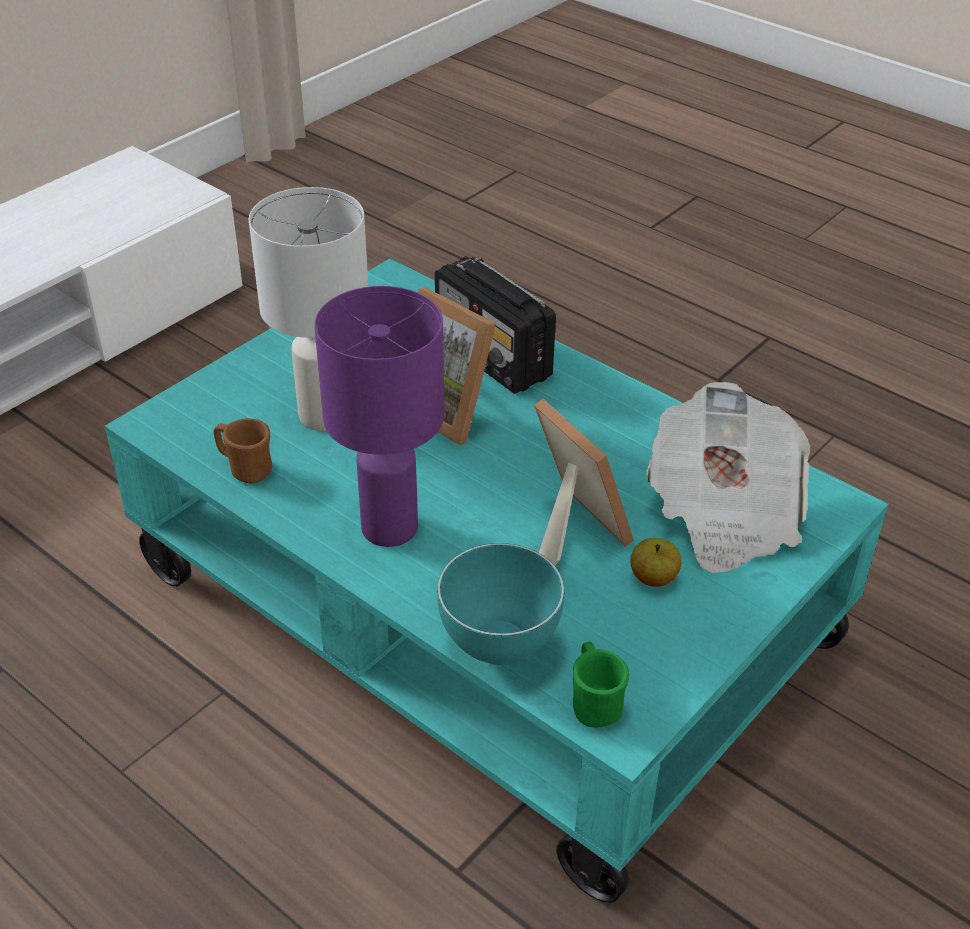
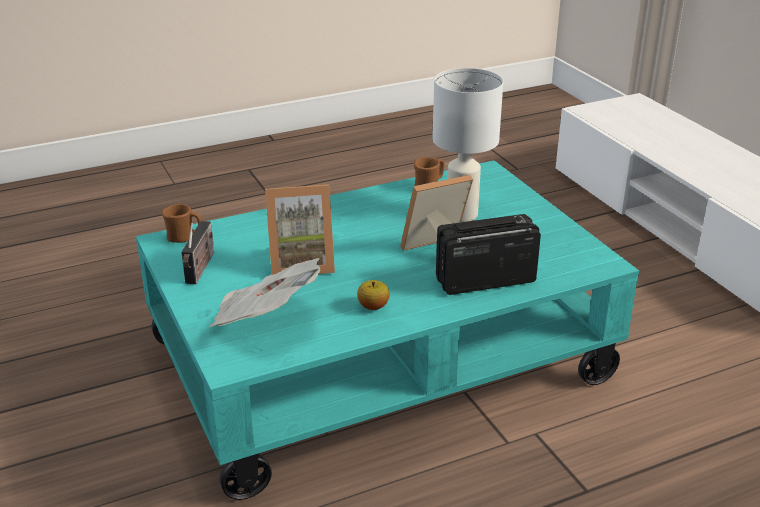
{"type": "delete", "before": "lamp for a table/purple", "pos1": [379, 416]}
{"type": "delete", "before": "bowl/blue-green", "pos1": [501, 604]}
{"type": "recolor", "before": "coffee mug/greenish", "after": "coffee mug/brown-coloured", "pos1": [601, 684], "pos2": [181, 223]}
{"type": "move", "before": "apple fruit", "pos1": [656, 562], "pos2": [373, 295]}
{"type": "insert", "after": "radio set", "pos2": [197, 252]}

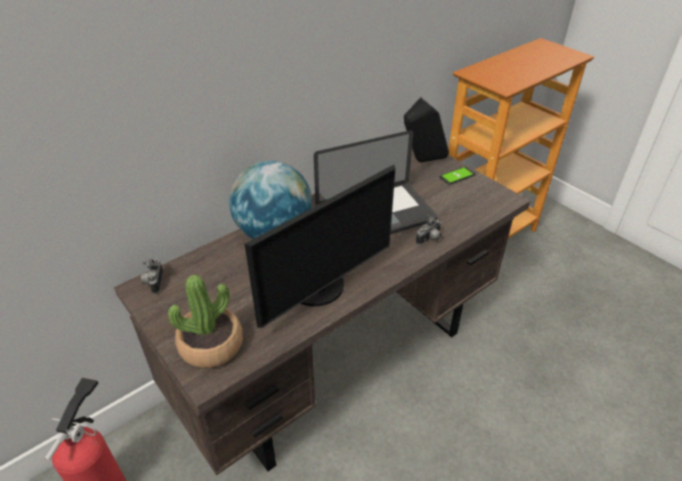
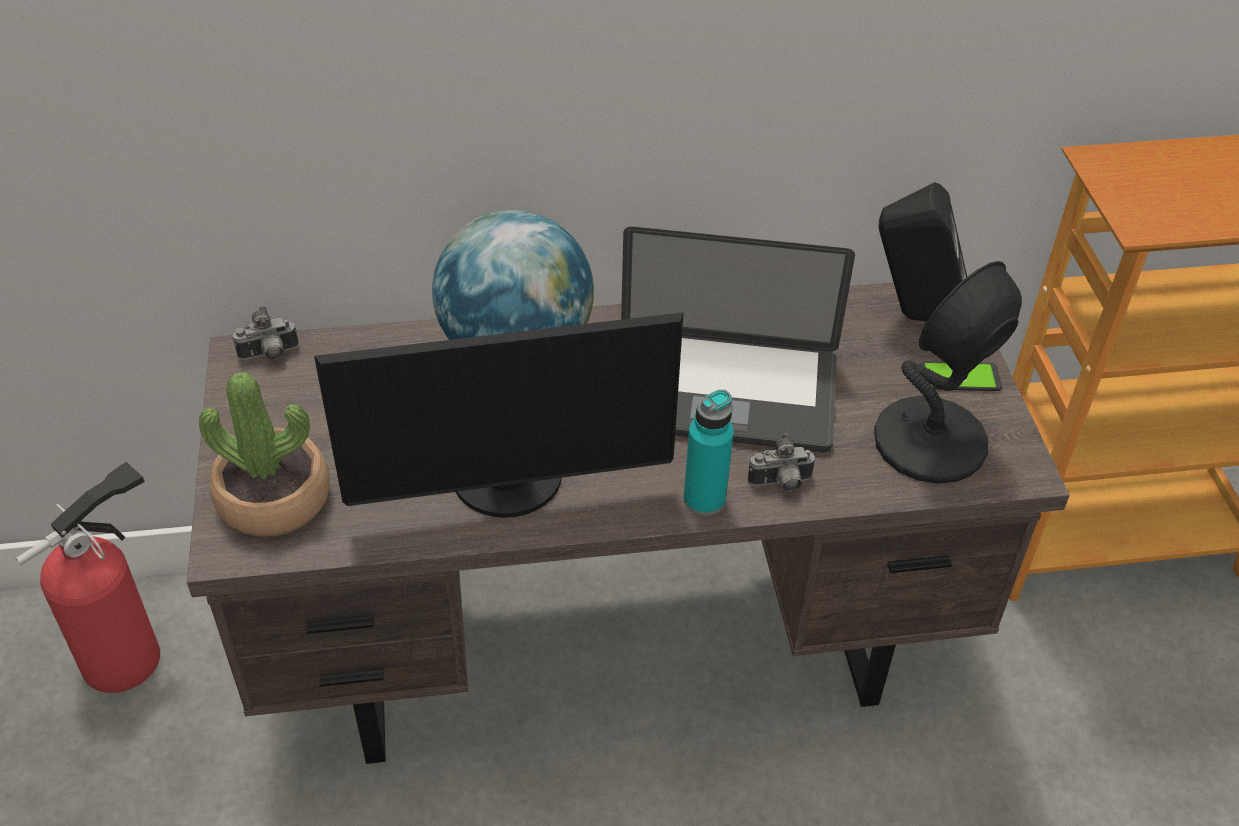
{"type": "rotate", "before": "photo camera", "pos1": [152, 276], "pos2": [266, 333], "turn": -135}
{"type": "insert", "after": "beverage bottle/blue-green", "pos2": [709, 452]}
{"type": "insert", "after": "lamp for a table/black", "pos2": [948, 372]}

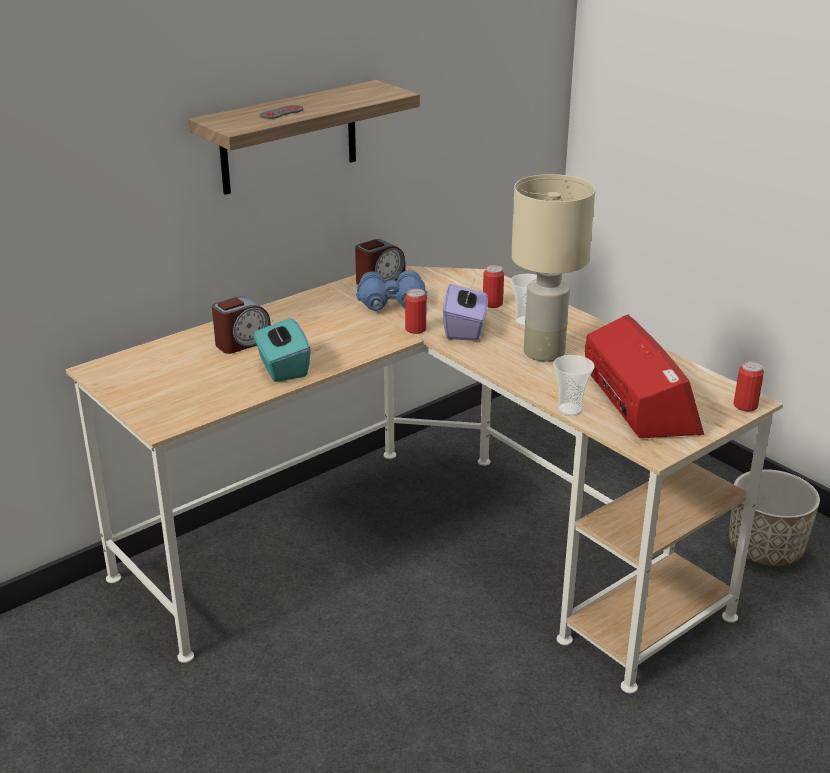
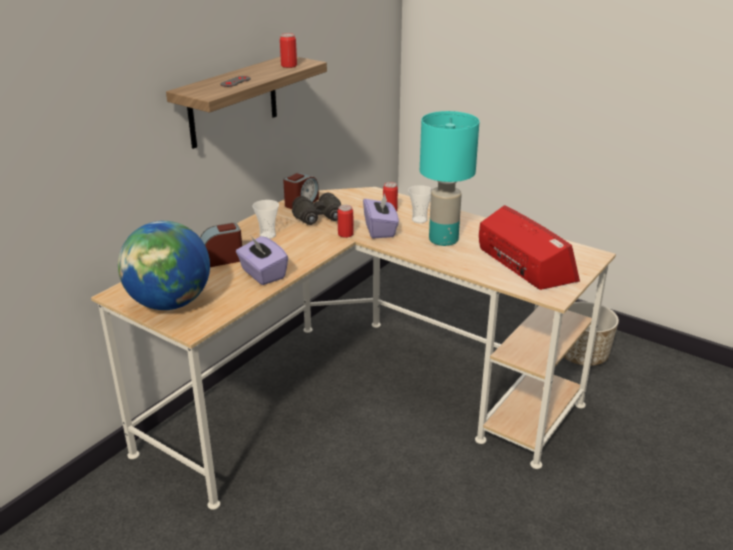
{"type": "rotate", "before": "table clock", "pos1": [241, 325], "pos2": [221, 245], "turn": -150}
{"type": "recolor", "before": "tissue box/blue-green", "after": "tissue box/purple", "pos1": [282, 349], "pos2": [262, 260]}
{"type": "recolor", "before": "pair of binoculars/blue-coloured", "after": "pair of binoculars/black", "pos1": [392, 290], "pos2": [316, 209]}
{"type": "recolor", "before": "lamp for a table/sand-coloured", "after": "lamp for a table/blue-green", "pos1": [553, 268], "pos2": [450, 178]}
{"type": "move", "before": "cup", "pos1": [574, 385], "pos2": [265, 219]}
{"type": "move", "before": "can", "pos1": [748, 386], "pos2": [288, 50]}
{"type": "insert", "after": "world globe", "pos2": [164, 265]}

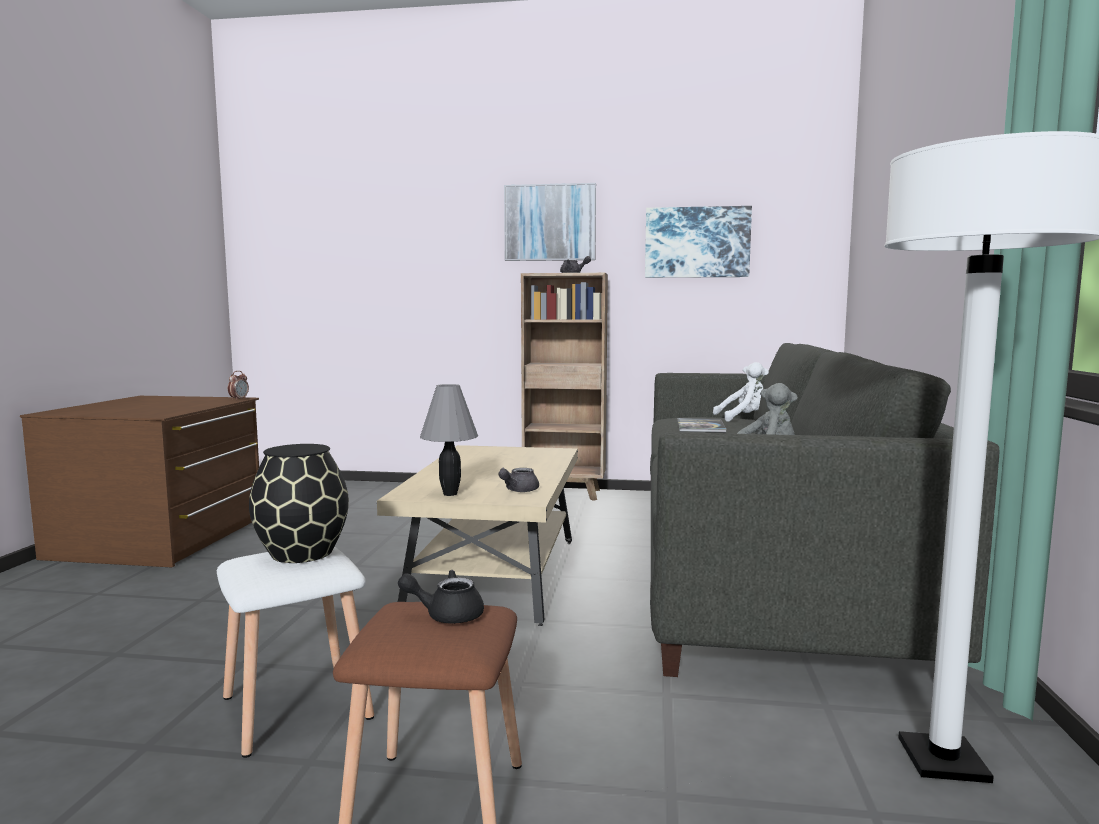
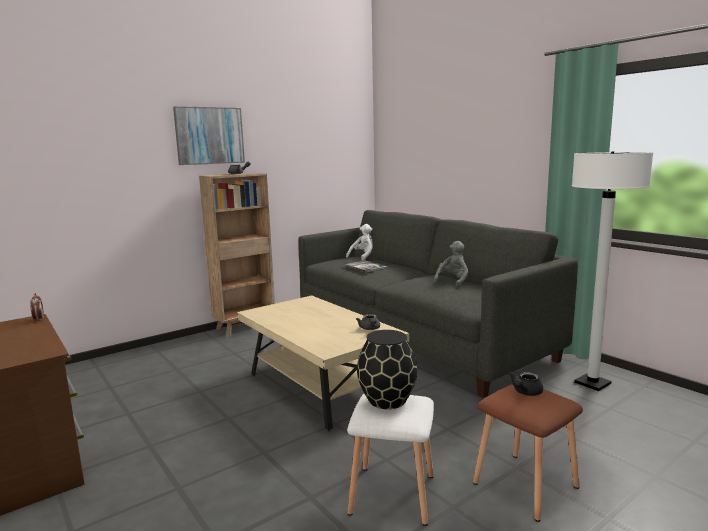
{"type": "delete", "before": "lamp for a table/gray", "pos1": [449, 440]}
{"type": "delete", "before": "wall art", "pos1": [698, 242]}

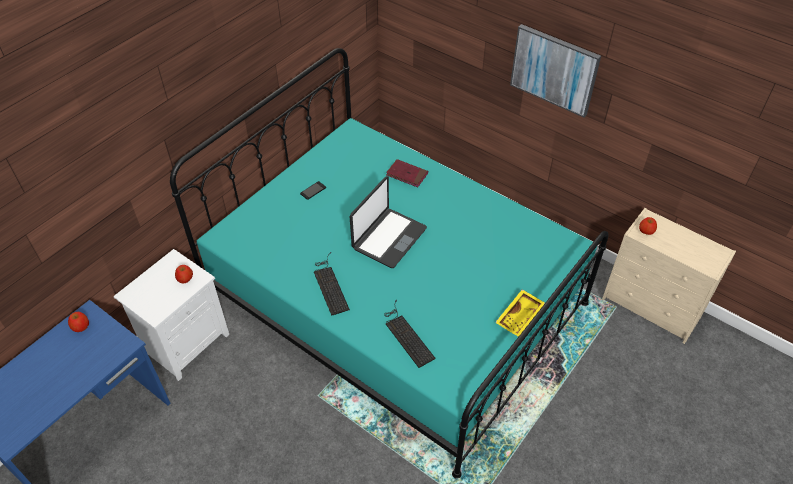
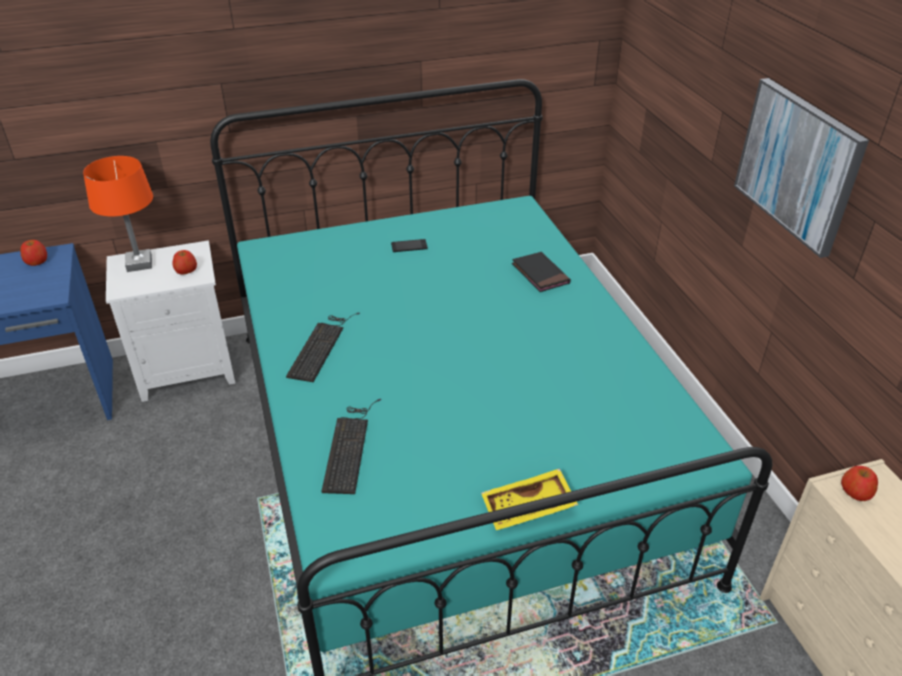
{"type": "delete", "before": "laptop", "pos1": [388, 222]}
{"type": "recolor", "before": "book/reddish", "after": "book/black", "pos1": [407, 173], "pos2": [541, 272]}
{"type": "insert", "after": "lamp for a table/orange-coloured", "pos2": [118, 214]}

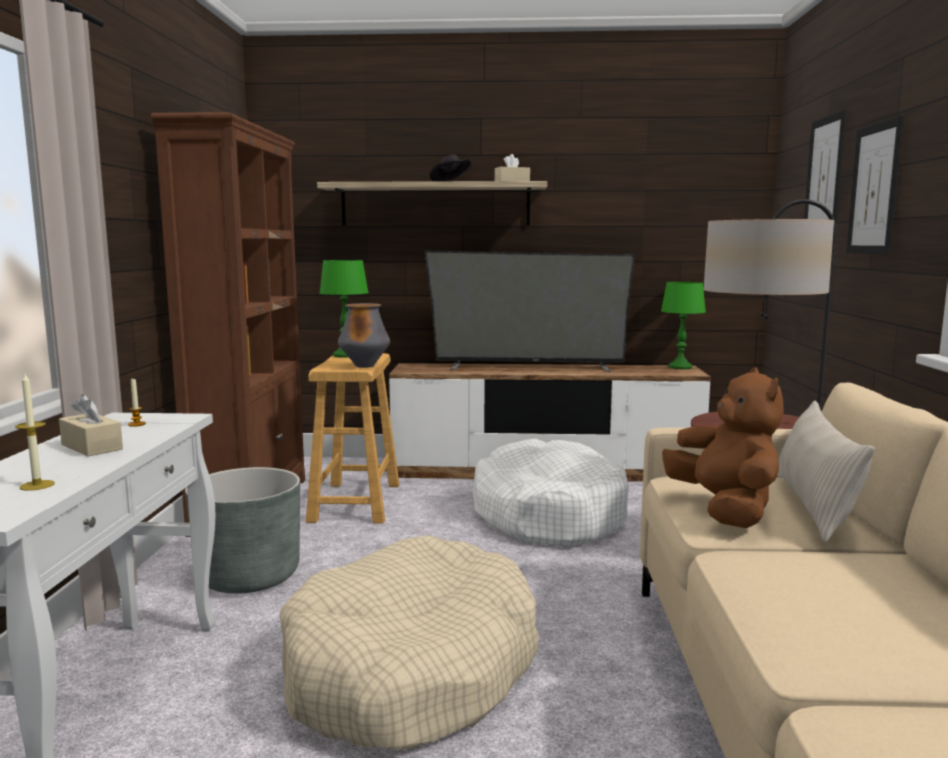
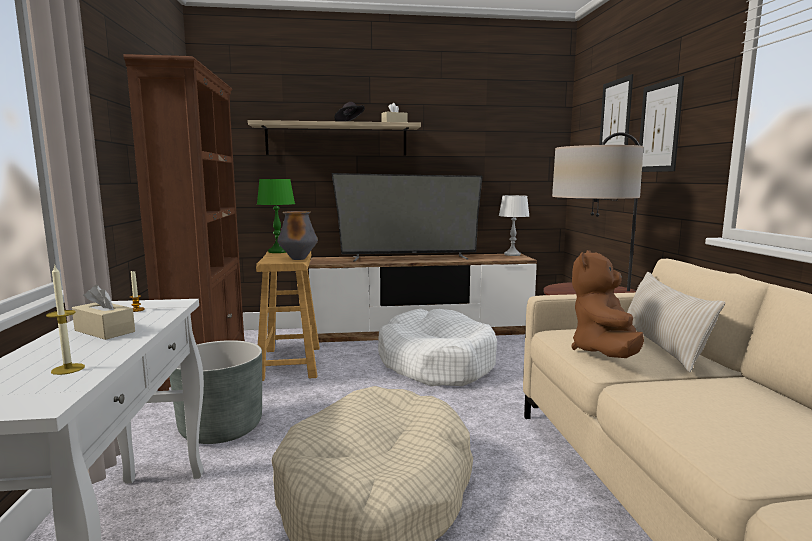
{"type": "recolor", "before": "lamp for a table/greenish", "after": "lamp for a table/white", "pos1": [683, 325], "pos2": [514, 225]}
{"type": "rotate", "before": "cuddly toy/brown-coloured", "pos1": [723, 448], "pos2": [607, 304], "turn": -135}

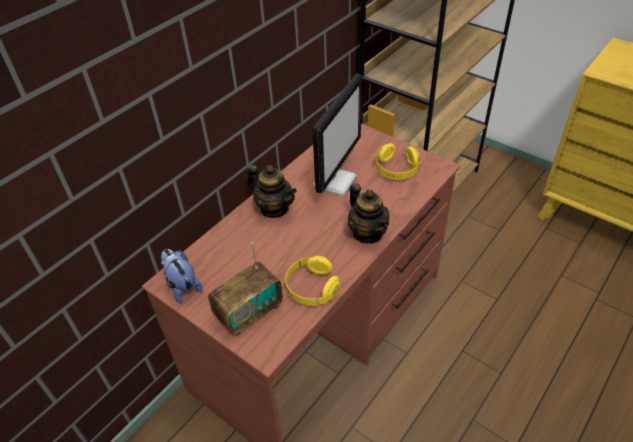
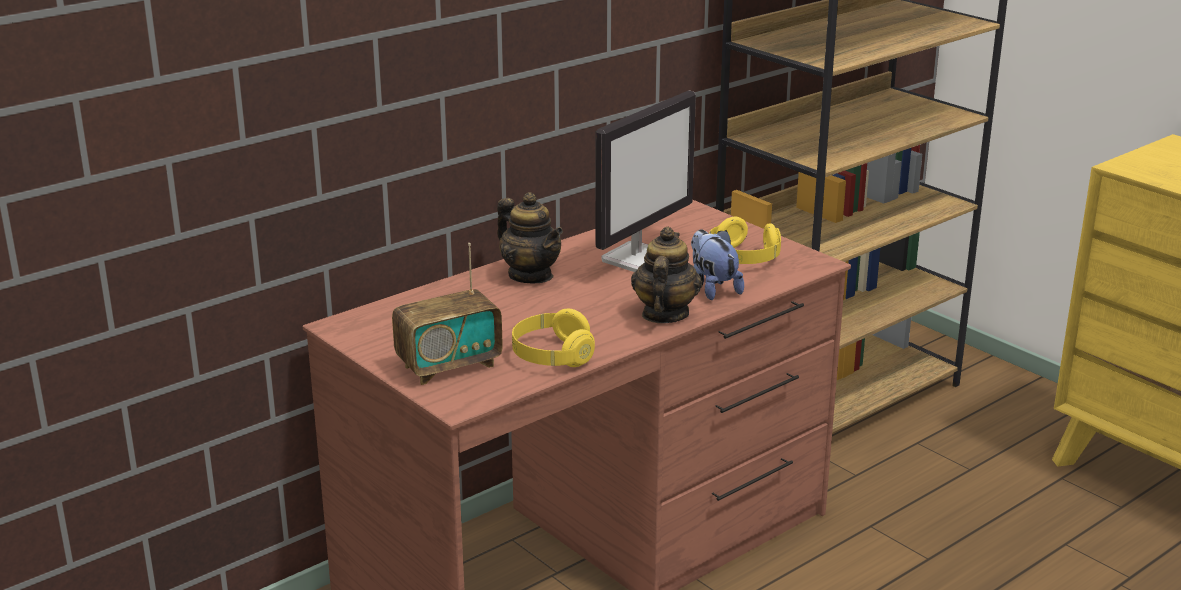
{"type": "move", "before": "cuddly toy", "pos1": [182, 276], "pos2": [717, 264]}
{"type": "rotate", "before": "pot for tea", "pos1": [369, 213], "pos2": [666, 275], "turn": -150}

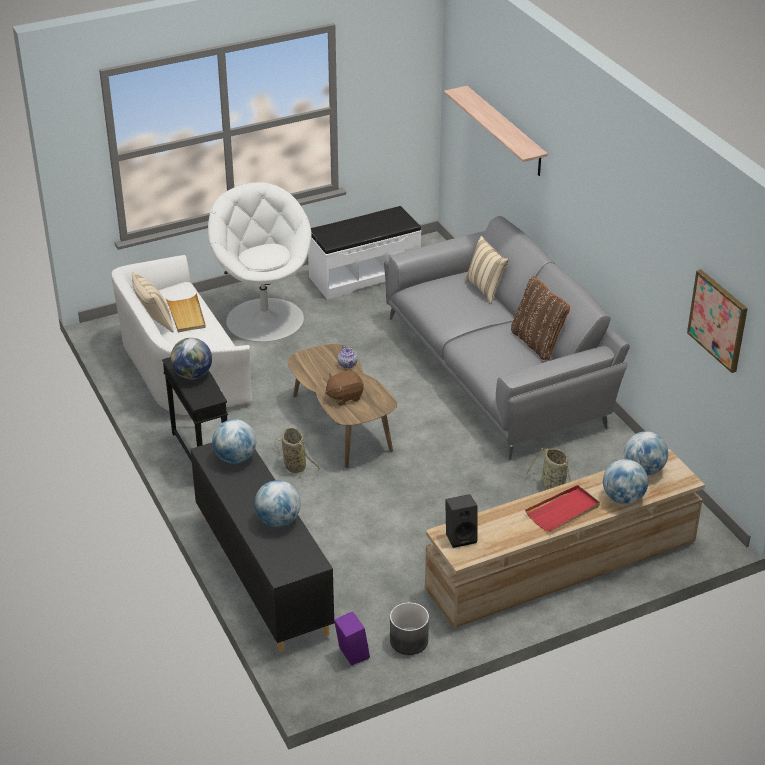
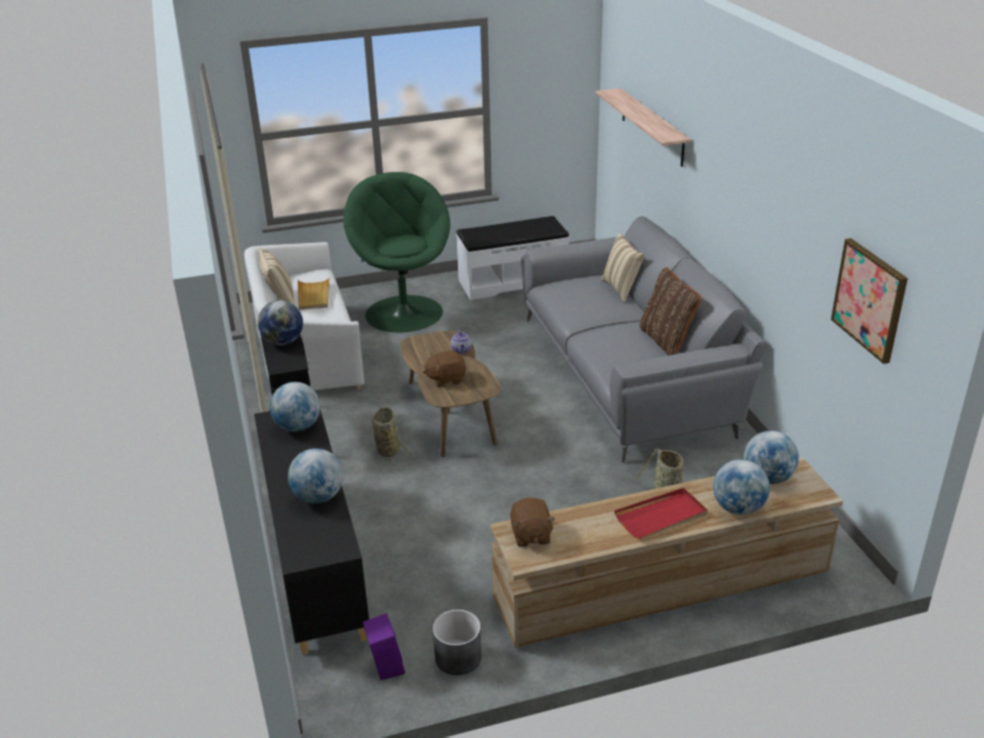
{"type": "recolor", "before": "armchair/white", "after": "armchair/greenish", "pos1": [260, 262], "pos2": [396, 252]}
{"type": "replace", "before": "speaker/black", "after": "cuddly toy/brown-coloured", "pos1": [461, 521], "pos2": [532, 522]}

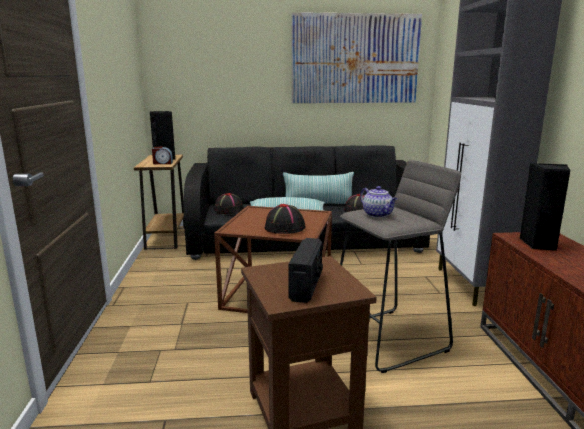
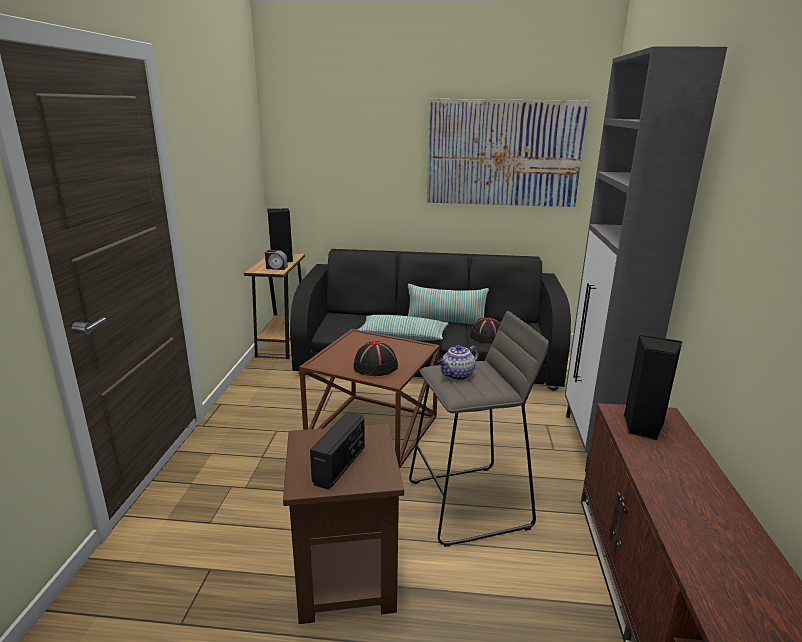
{"type": "delete", "before": "hat/black", "pos1": [229, 203]}
{"type": "rotate", "before": "pot for tea", "pos1": [378, 202], "pos2": [458, 362], "turn": 75}

